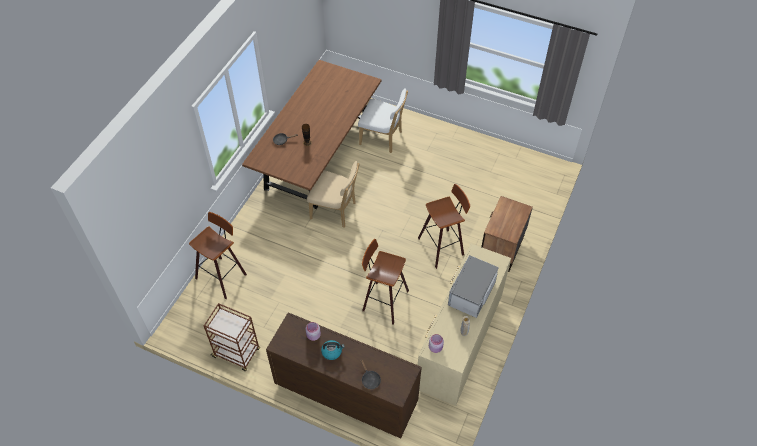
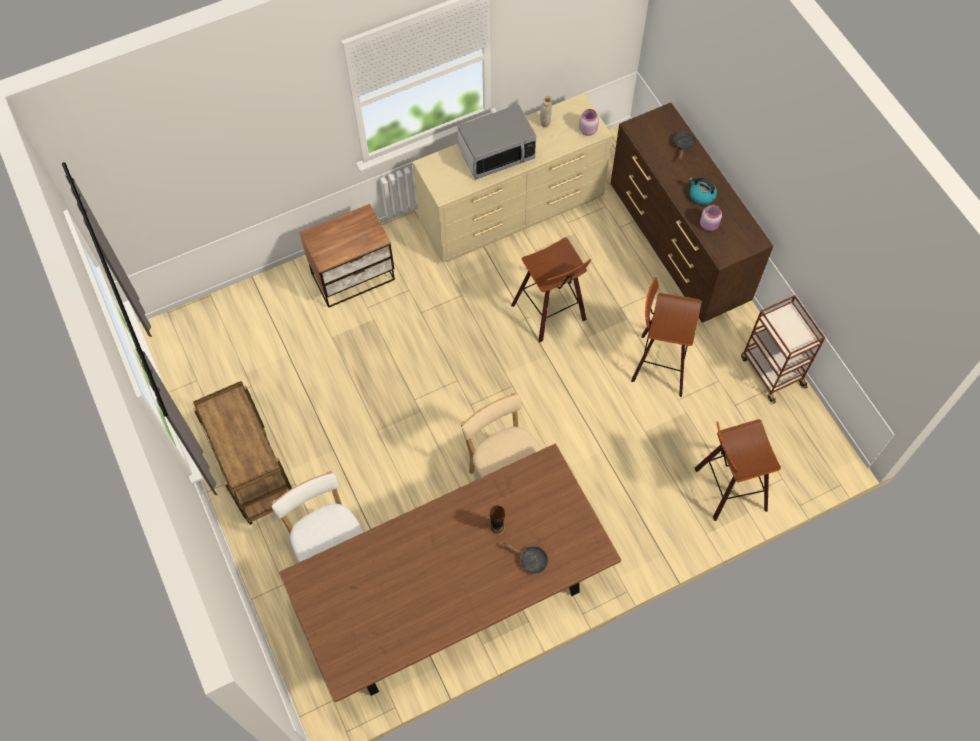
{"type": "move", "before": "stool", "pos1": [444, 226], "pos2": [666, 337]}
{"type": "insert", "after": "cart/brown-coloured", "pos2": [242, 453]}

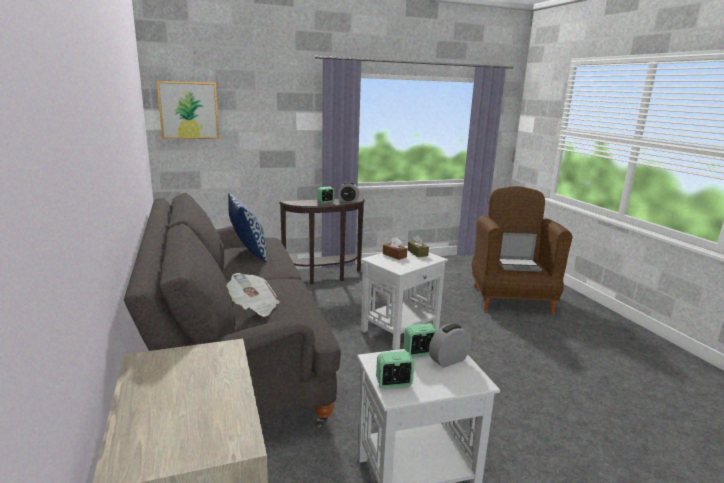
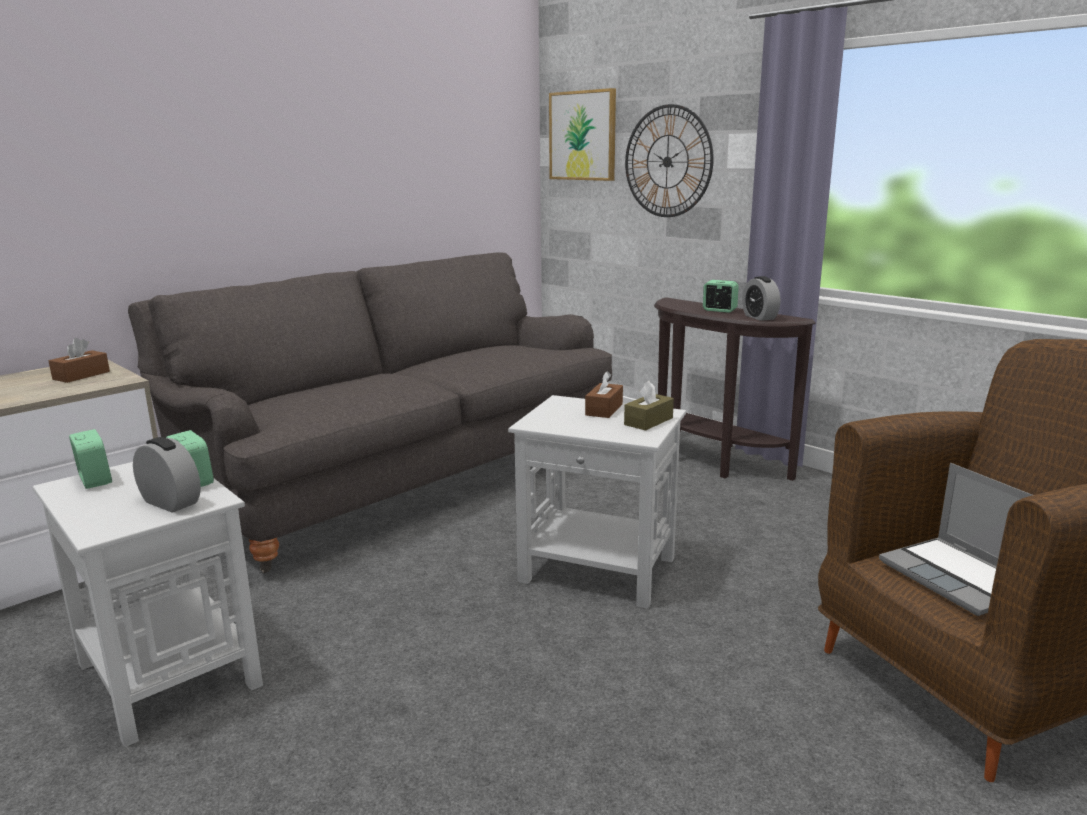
{"type": "delete", "before": "printed paper", "pos1": [253, 295]}
{"type": "delete", "before": "throw pillow", "pos1": [247, 227]}
{"type": "insert", "after": "tissue box/brown-coloured", "pos2": [79, 360]}
{"type": "insert", "after": "hanging clock", "pos2": [669, 160]}

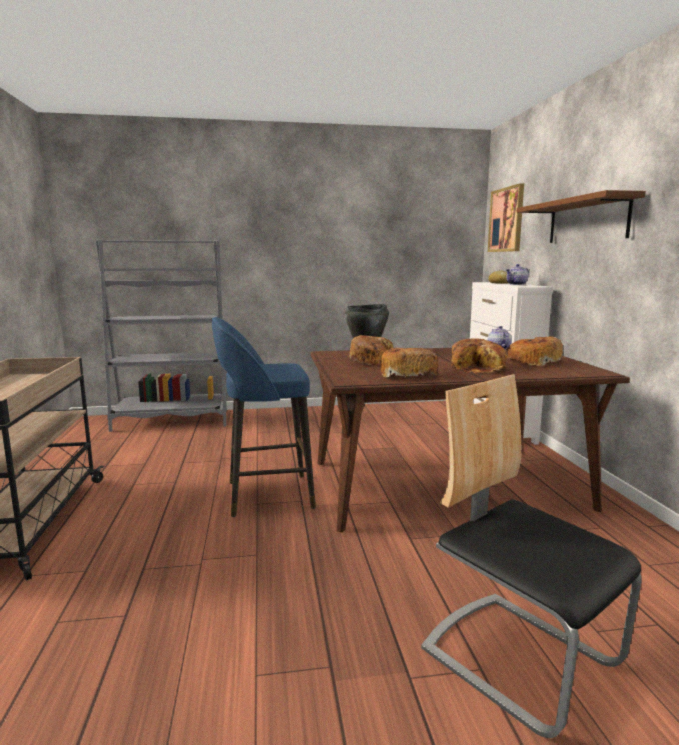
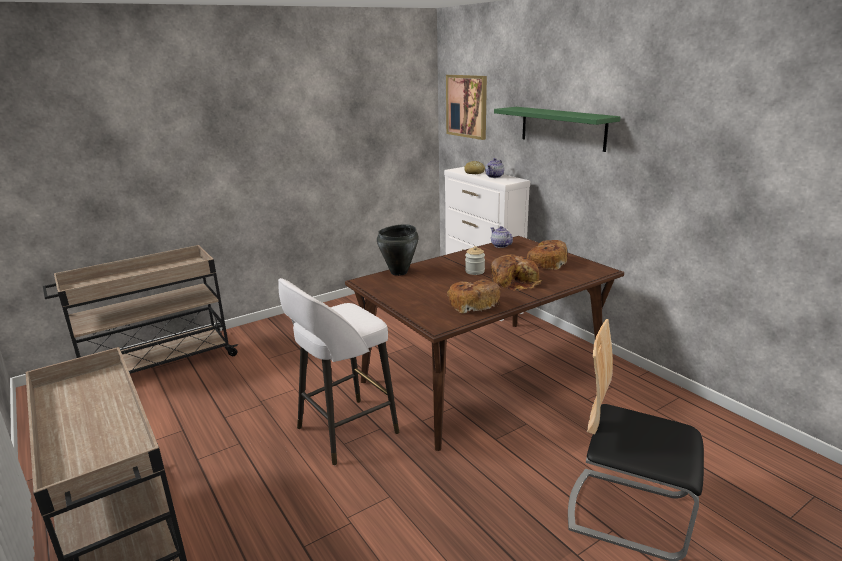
{"type": "replace", "before": "shelving unit/gray", "after": "cart/sand-coloured", "pos1": [161, 336], "pos2": [140, 309]}
{"type": "recolor", "before": "stool/blue-coloured", "after": "stool/white", "pos1": [264, 417], "pos2": [338, 371]}
{"type": "delete", "before": "bakery bread", "pos1": [371, 350]}
{"type": "recolor", "before": "shelf/brown-coloured", "after": "shelf/greenish", "pos1": [581, 216], "pos2": [557, 129]}
{"type": "insert", "after": "preserve jar", "pos2": [475, 260]}

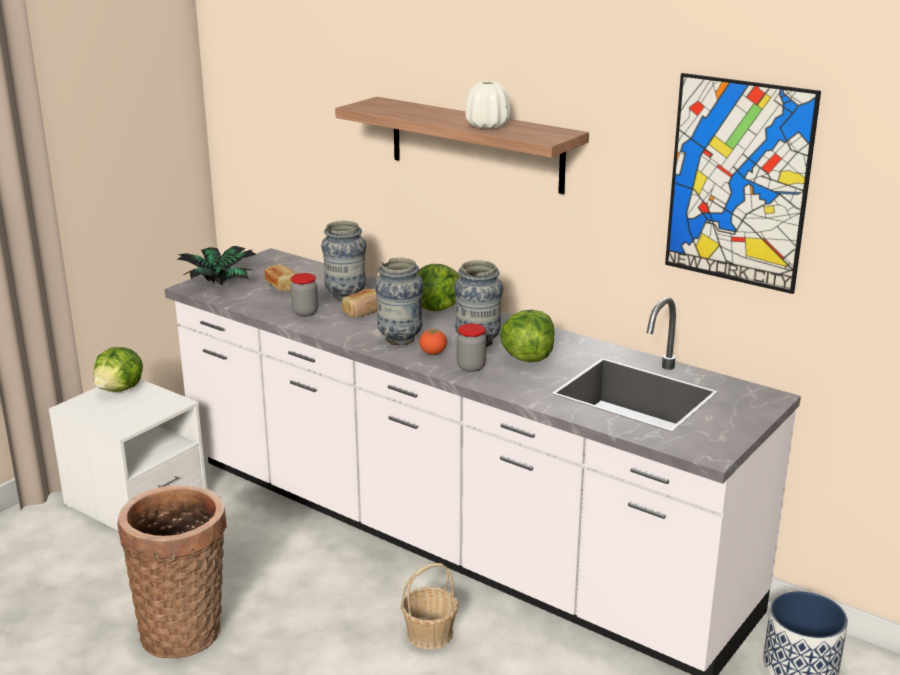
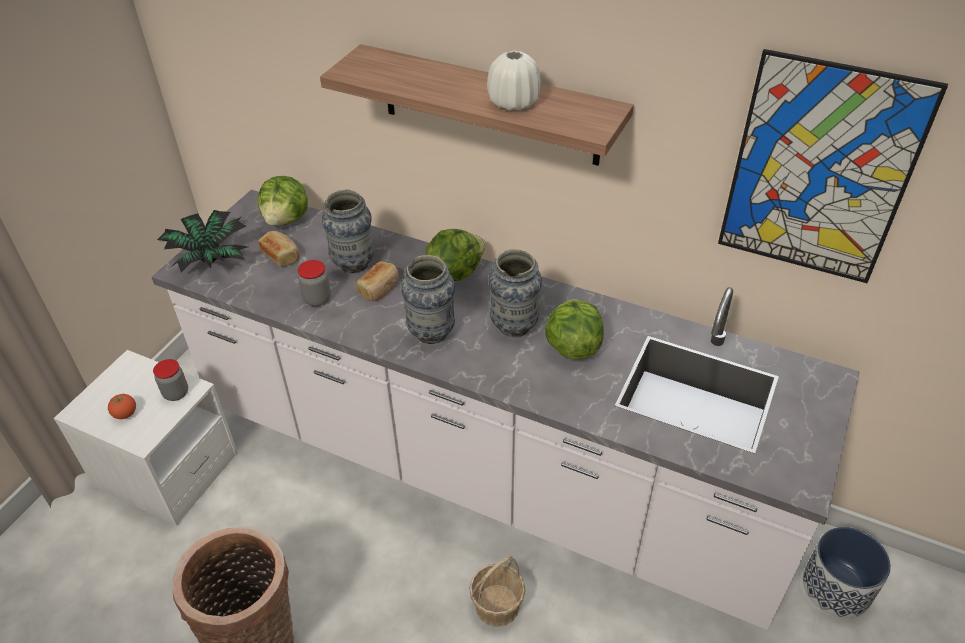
{"type": "move", "before": "lettuce", "pos1": [118, 369], "pos2": [283, 201]}
{"type": "move", "before": "whole tomato", "pos1": [433, 342], "pos2": [122, 406]}
{"type": "move", "before": "preserve jar", "pos1": [471, 347], "pos2": [170, 380]}

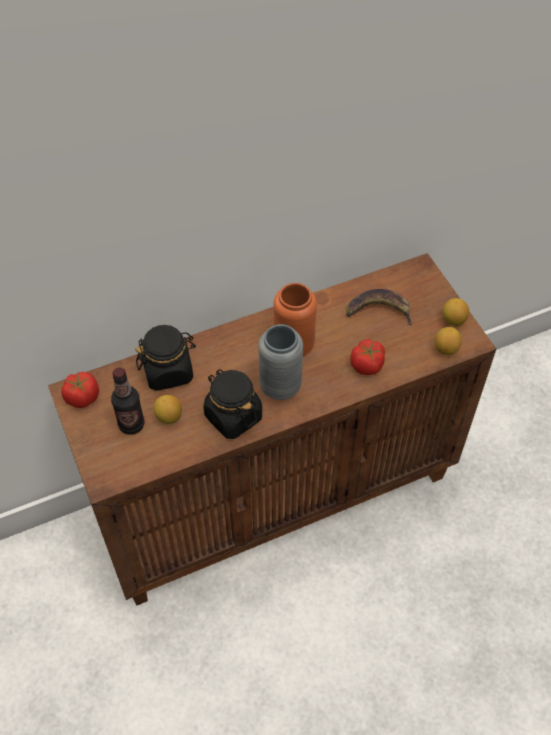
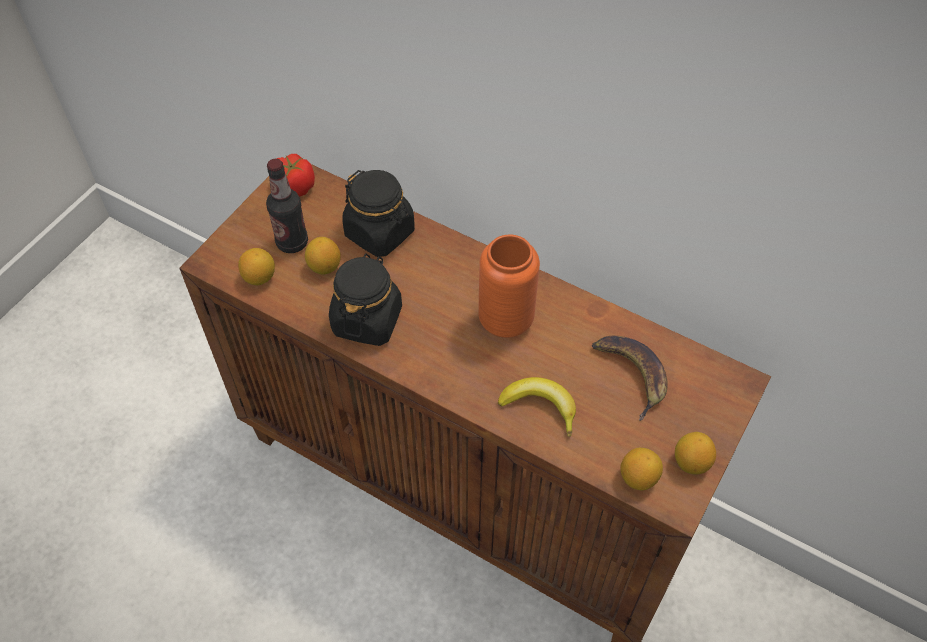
{"type": "delete", "before": "vase/gray", "pos1": [280, 362]}
{"type": "replace", "before": "whole tomato", "after": "banana", "pos1": [368, 357], "pos2": [537, 407]}
{"type": "insert", "after": "citrus fruit", "pos2": [256, 266]}

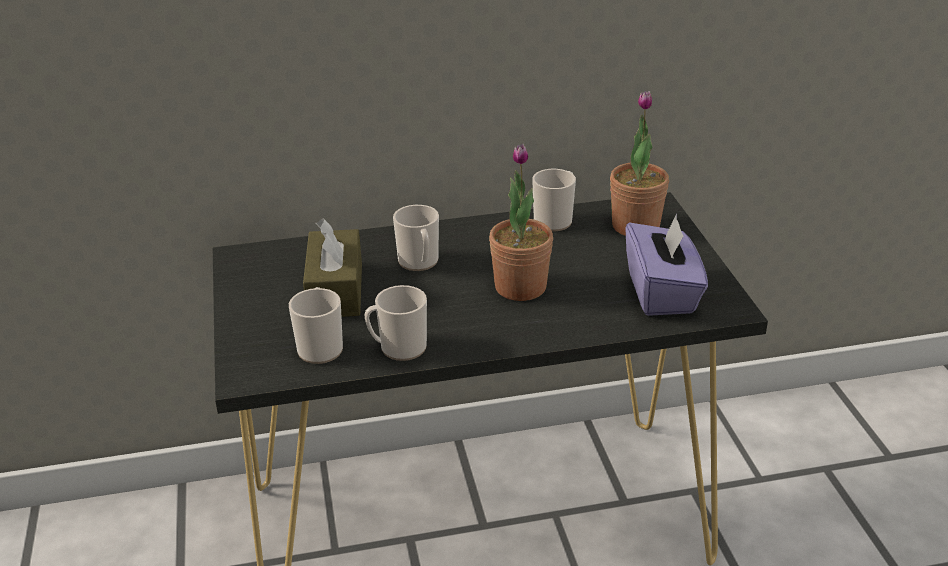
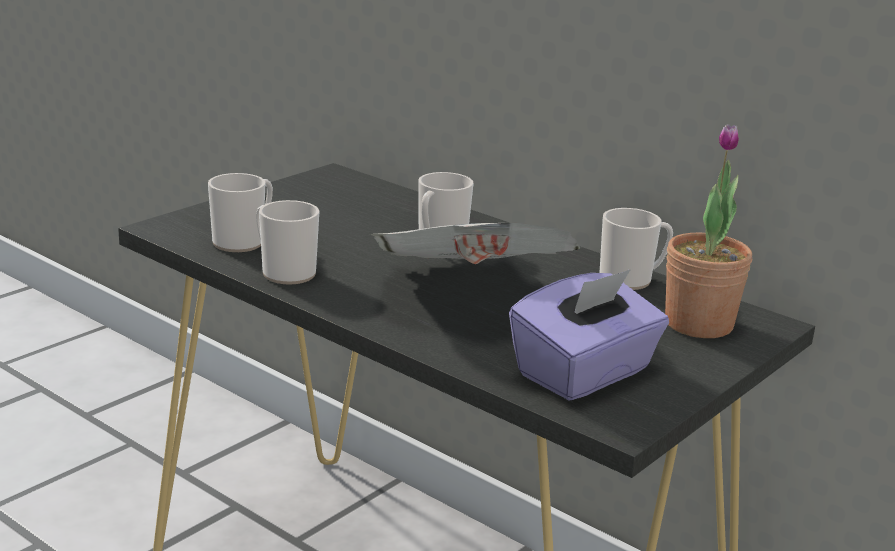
{"type": "delete", "before": "tissue box/brown-coloured", "pos1": [332, 267]}
{"type": "replace", "before": "plant in a pot", "after": "printed paper", "pos1": [521, 222], "pos2": [475, 243]}

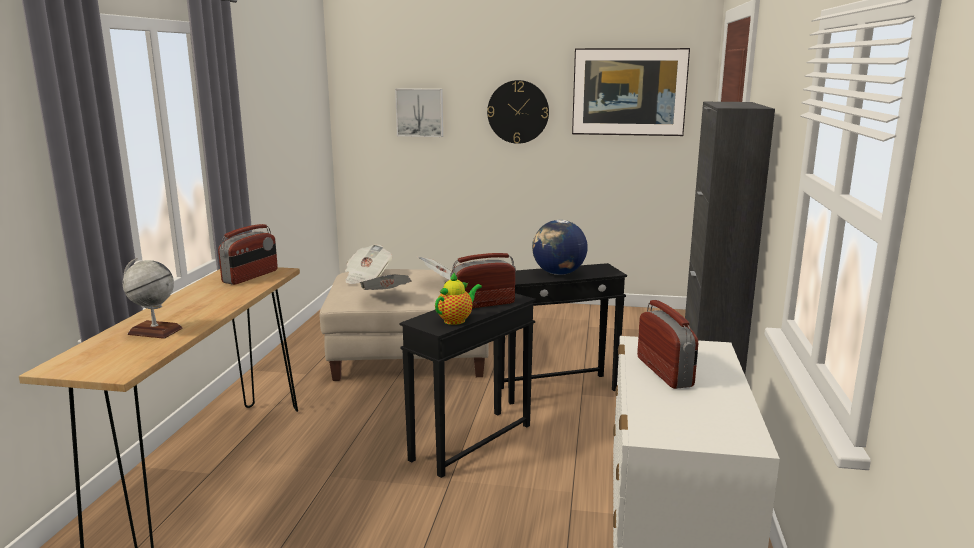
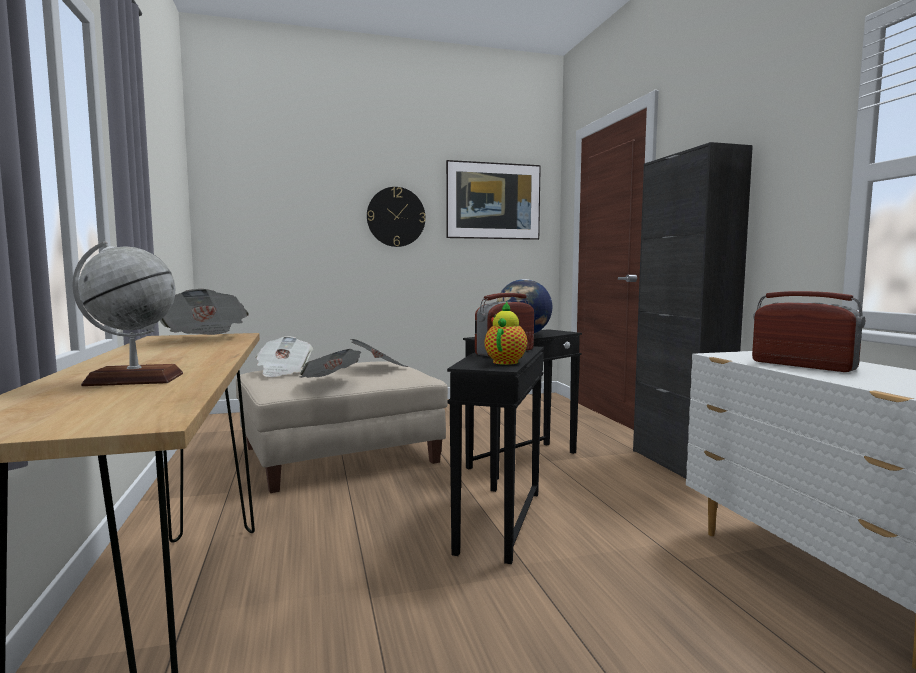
{"type": "replace", "before": "radio set", "after": "printed paper", "pos1": [248, 254], "pos2": [204, 312]}
{"type": "delete", "before": "wall art", "pos1": [419, 112]}

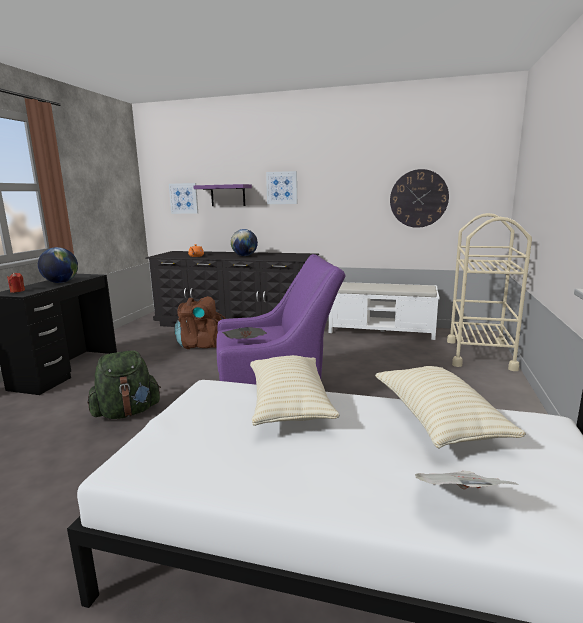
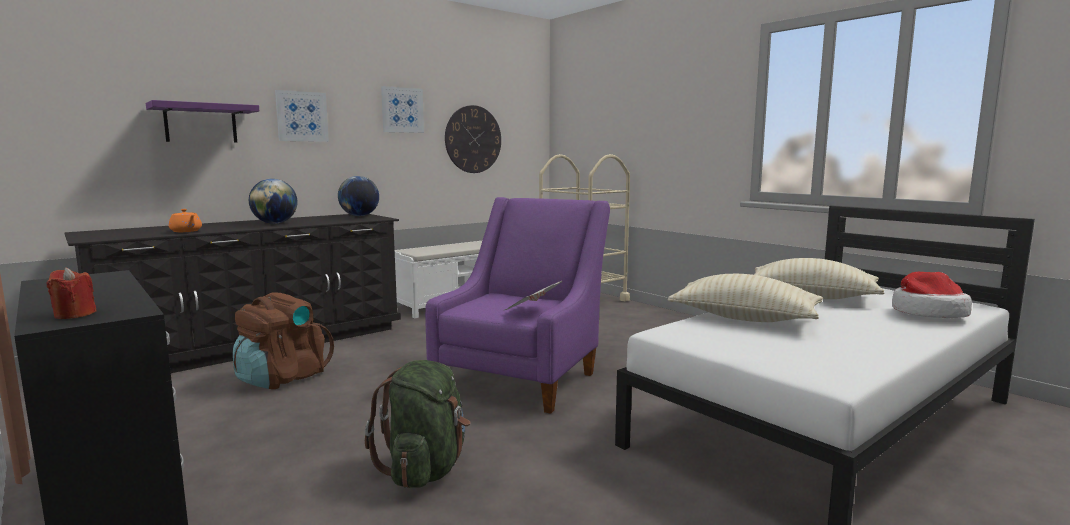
{"type": "move", "before": "world globe", "pos1": [58, 265], "pos2": [358, 196]}
{"type": "move", "before": "wall art", "pos1": [183, 198], "pos2": [402, 109]}
{"type": "replace", "before": "printed paper", "after": "hat", "pos1": [466, 480], "pos2": [932, 295]}

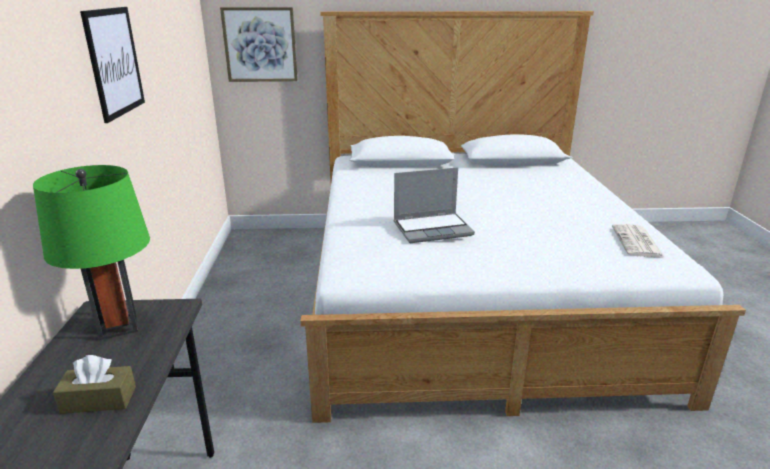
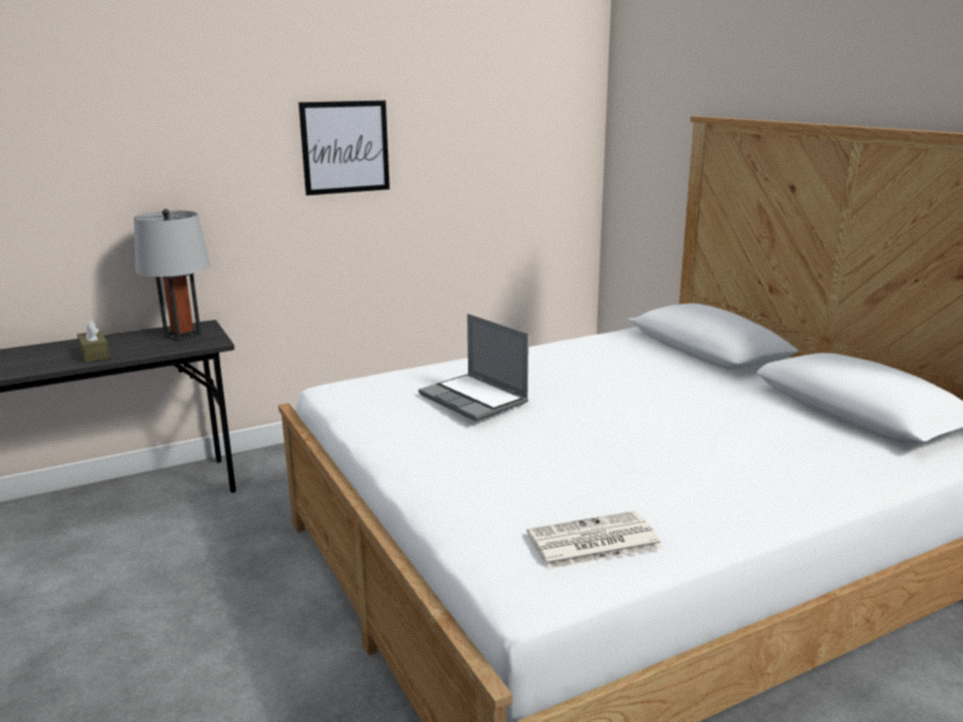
{"type": "recolor", "before": "lamp for a table/greenish", "after": "lamp for a table/gray", "pos1": [91, 252], "pos2": [172, 275]}
{"type": "delete", "before": "wall art", "pos1": [259, 44]}

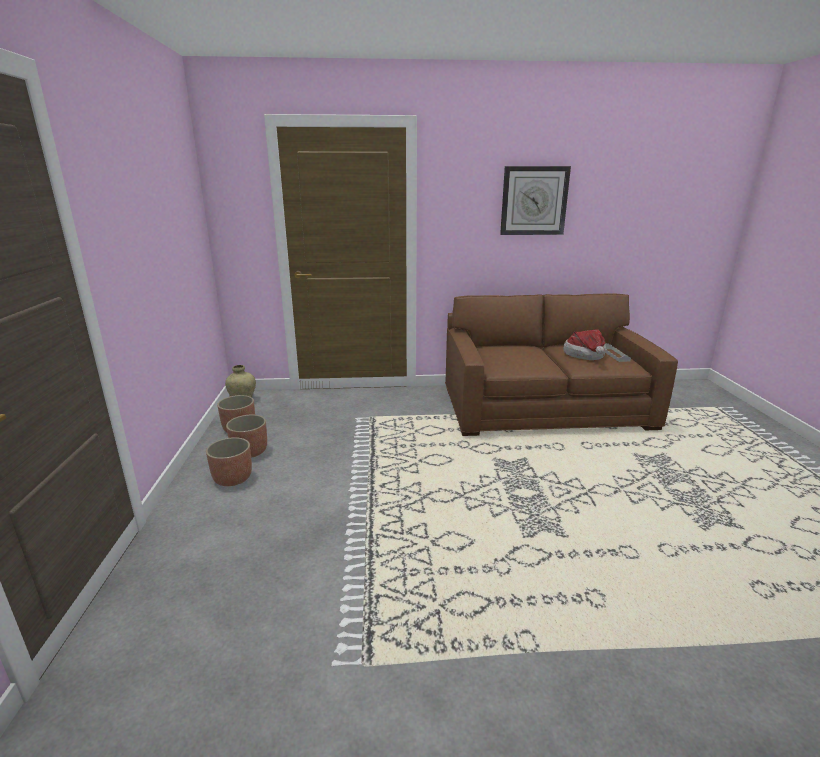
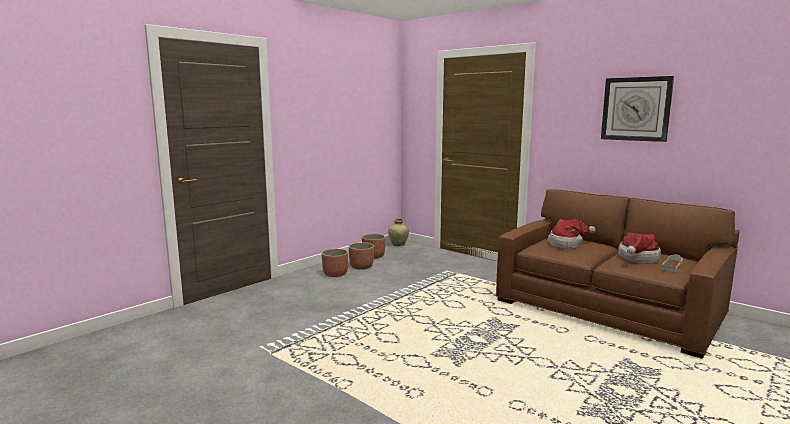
{"type": "insert", "after": "hat", "pos2": [572, 234]}

